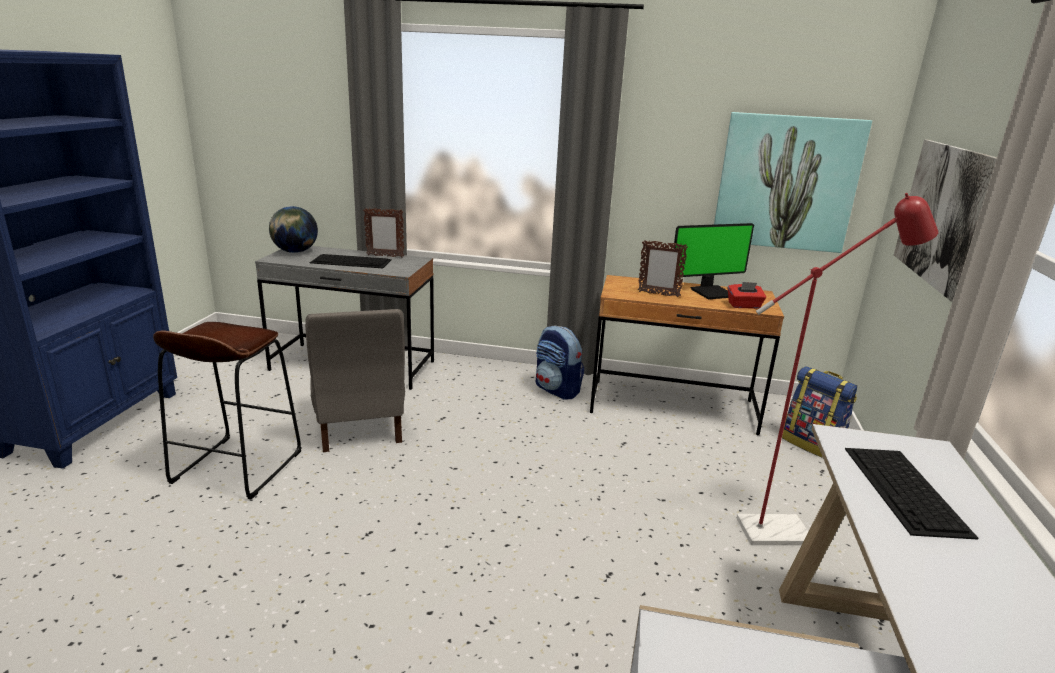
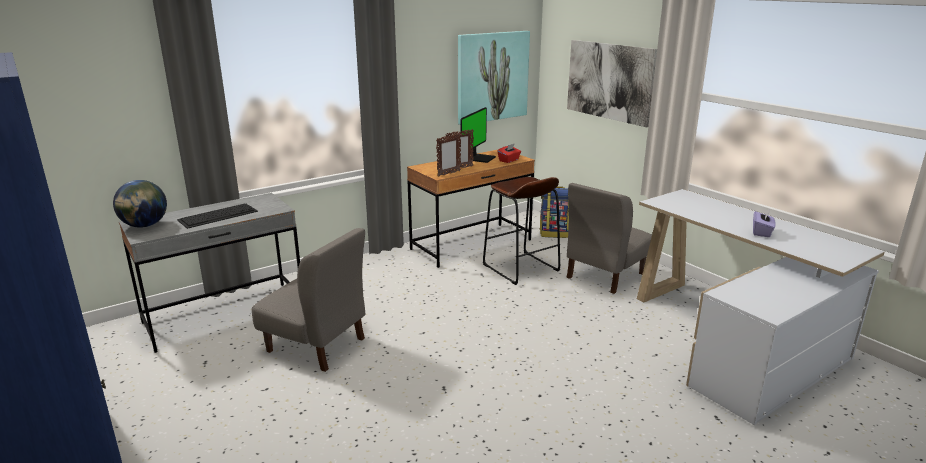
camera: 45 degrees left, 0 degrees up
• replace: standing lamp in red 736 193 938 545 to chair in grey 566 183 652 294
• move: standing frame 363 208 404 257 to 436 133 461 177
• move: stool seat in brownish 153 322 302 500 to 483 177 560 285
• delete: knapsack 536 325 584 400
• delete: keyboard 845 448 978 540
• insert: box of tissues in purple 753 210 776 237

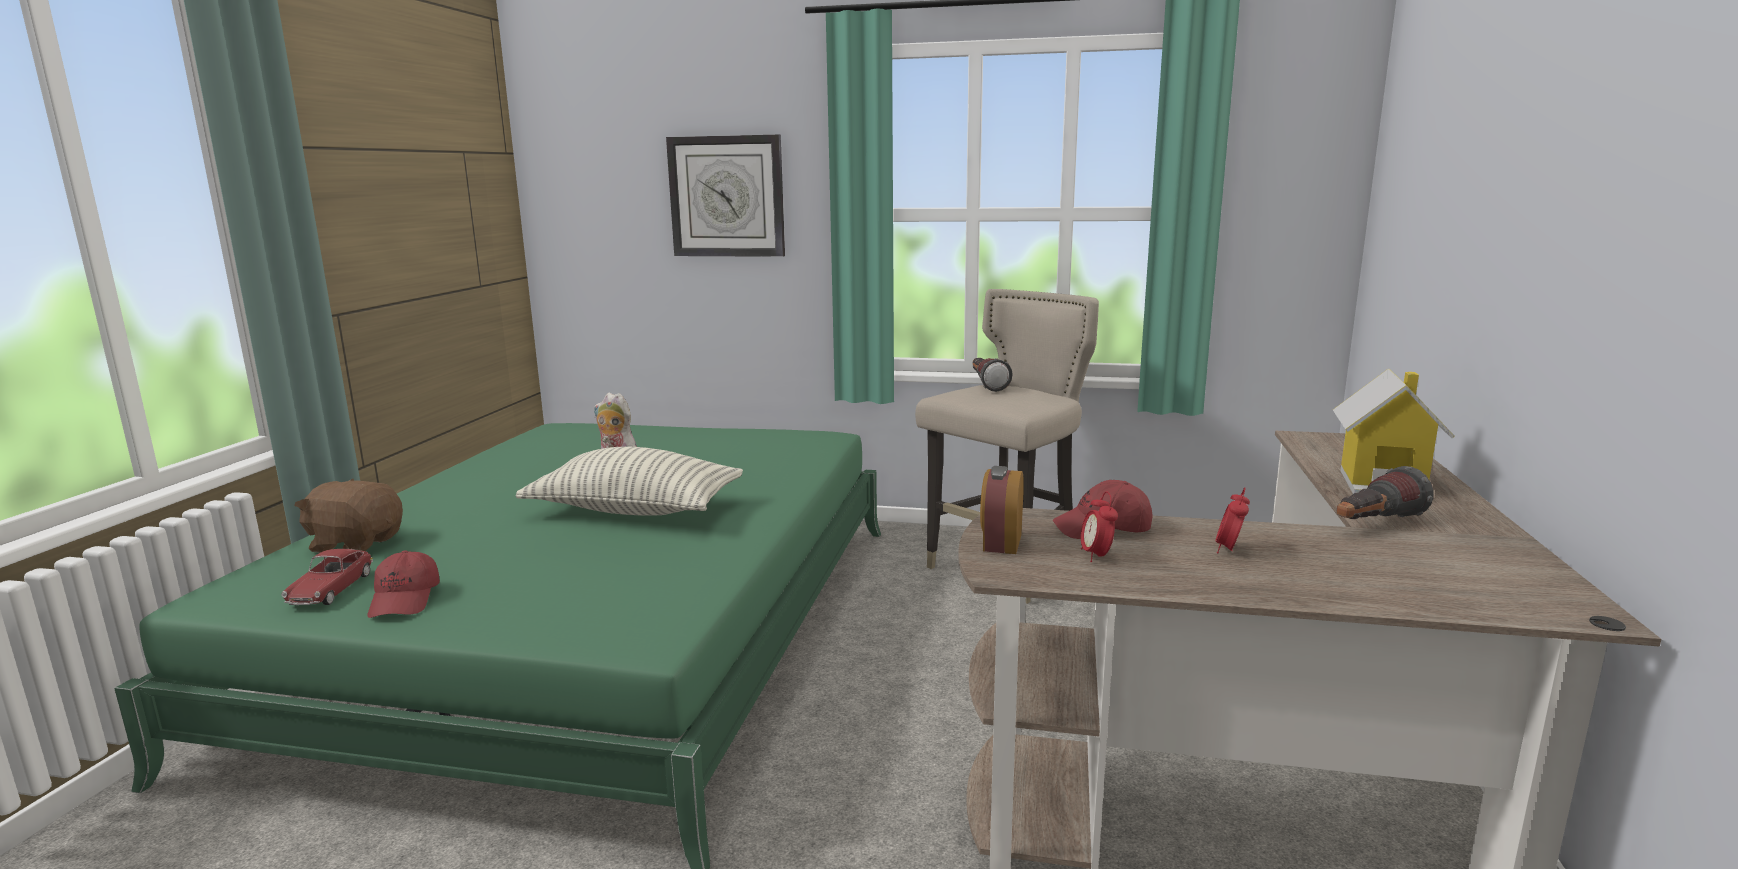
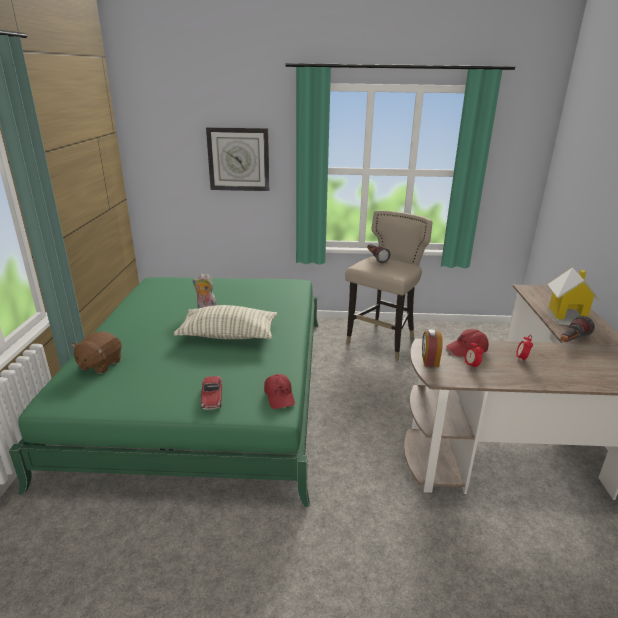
camera: 10 degrees left, 10 degrees up
• rotate: plush toy in brownish 294 479 403 553 = 71 331 122 374 75 degrees counterclockwise
• move: model car 281 549 373 605 to 201 376 223 410
• move: peaked cap in red 367 550 440 618 to 264 374 295 409

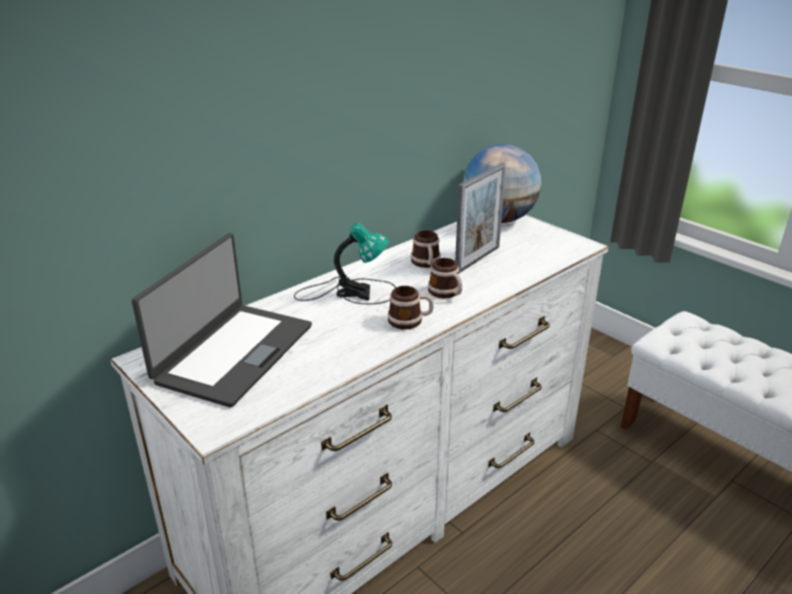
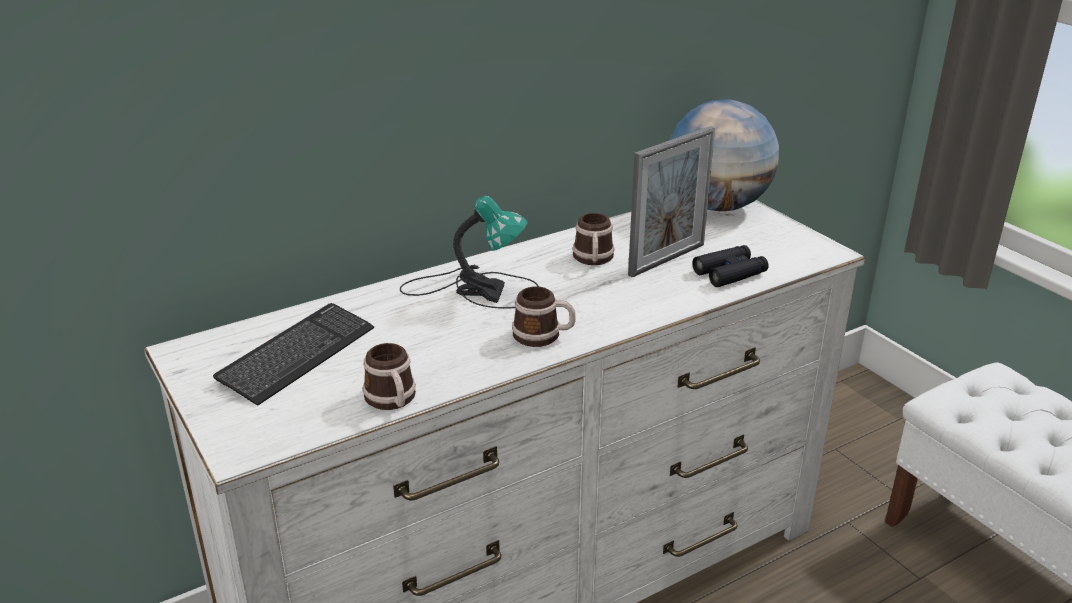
camera: 10 degrees right, 0 degrees up
• replace: laptop 132 233 312 408 to keyboard 213 303 374 406
• move: coffee mug 428 258 462 299 to 363 343 416 410
• insert: pair of binoculars in black 692 245 769 287

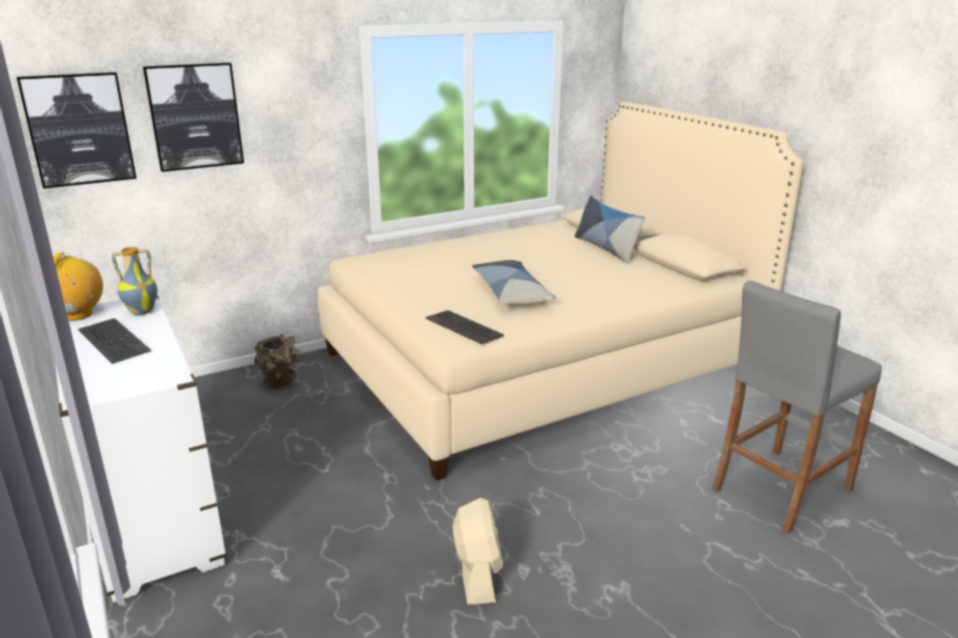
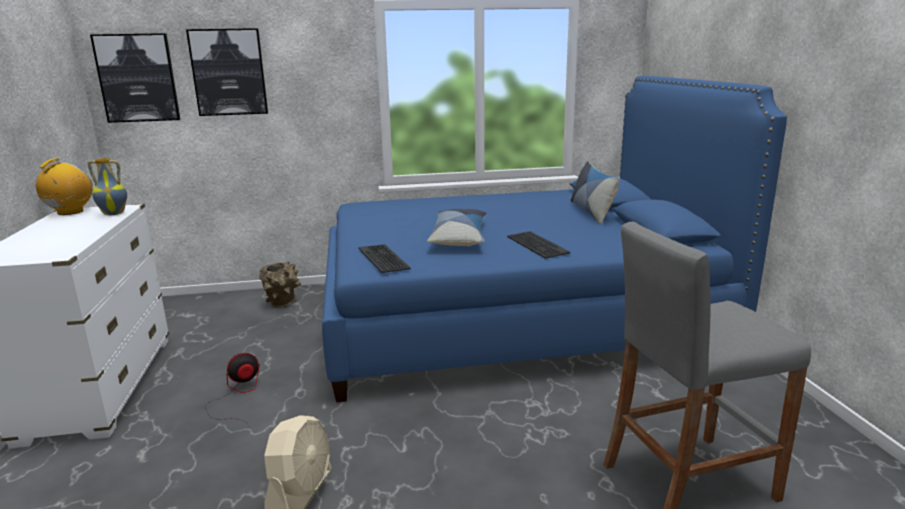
camera: 20 degrees right, 5 degrees down
• recolor: bed in beige-coloured 318 102 804 481 to bed in blue-coloured 322 76 787 402
• move: keyboard 78 318 151 364 to 507 231 570 259
• insert: fan 205 353 260 426

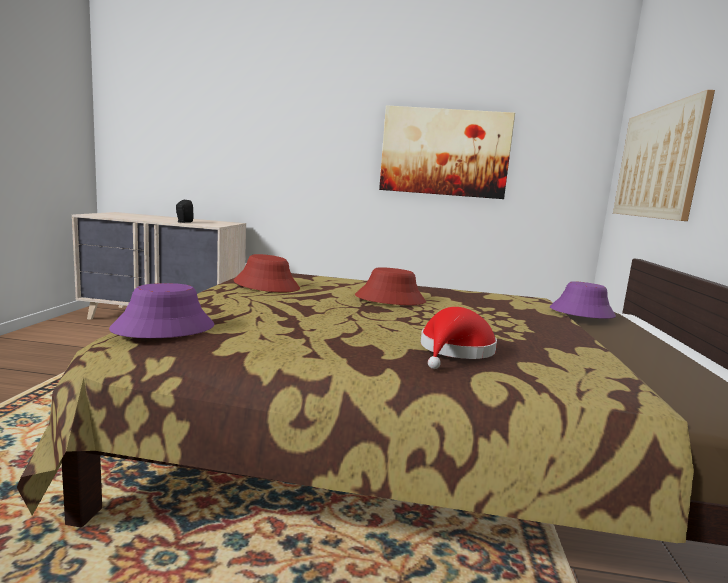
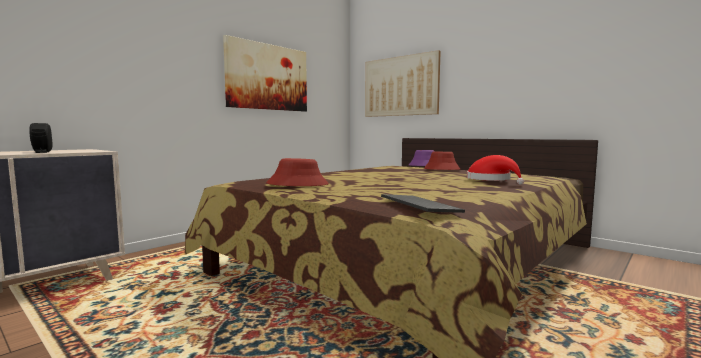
camera: 55 degrees left, 5 degrees down
• move: hat in red 355 267 426 305 to 424 152 460 170
• replace: hat in purple 109 283 214 338 to keyboard 381 194 465 213

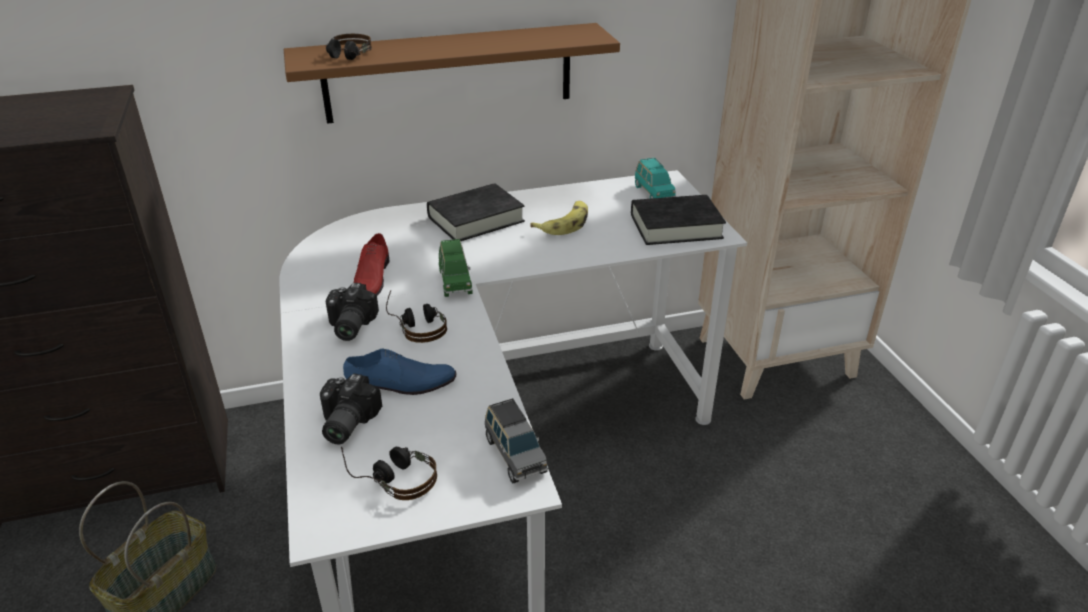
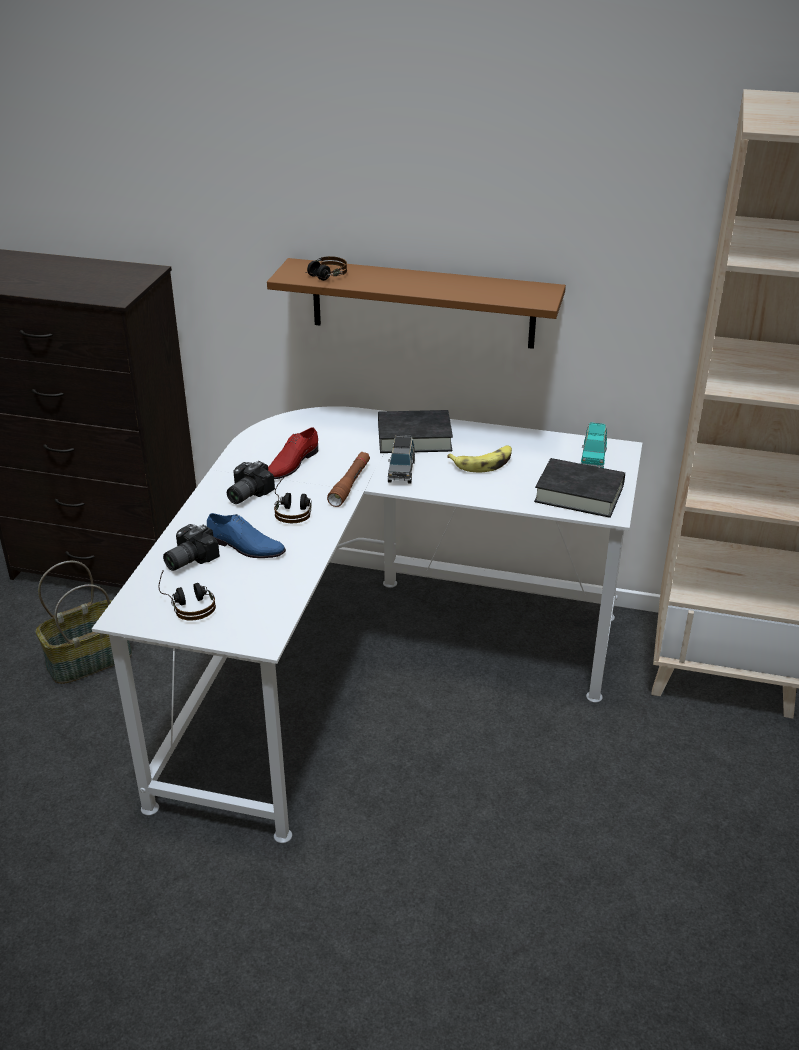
camera: 30 degrees right, 0 degrees up
• replace: model car in green 439 239 473 297 to flashlight in brownish 327 452 370 507
• move: model car in grey 485 398 548 483 to 388 435 415 483

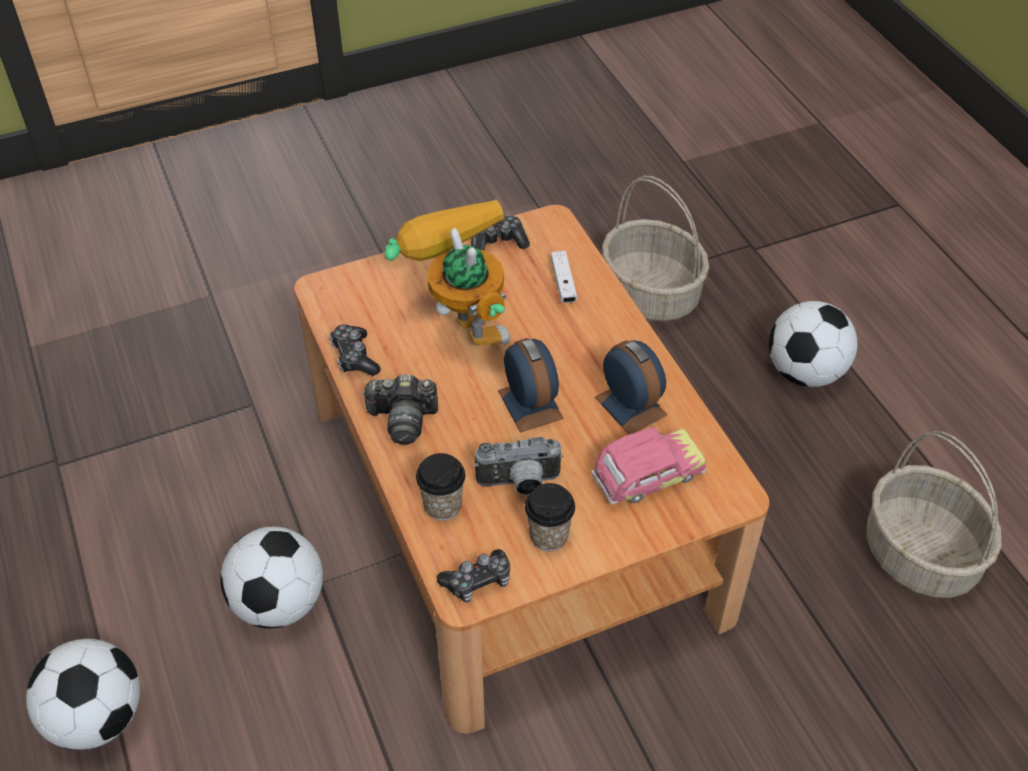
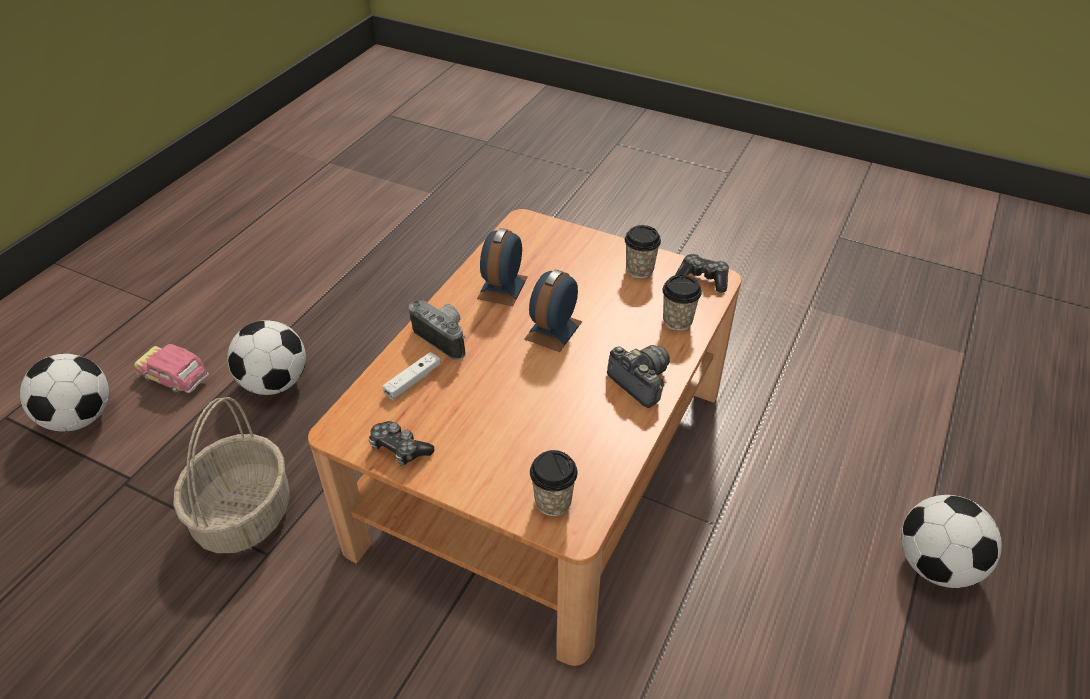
camera: 130 degrees left, 5 degrees down
• delete: robot figure 384 200 510 346
• delete: gamepad 329 324 381 376
• move: model car 591 427 706 504 to 134 344 209 393
• delete: basket 866 431 1002 598
• move: photo camera 475 437 563 495 to 409 300 466 360
• move: ball for football 220 527 323 628 to 20 354 109 432
• insert: small cup 530 450 578 516

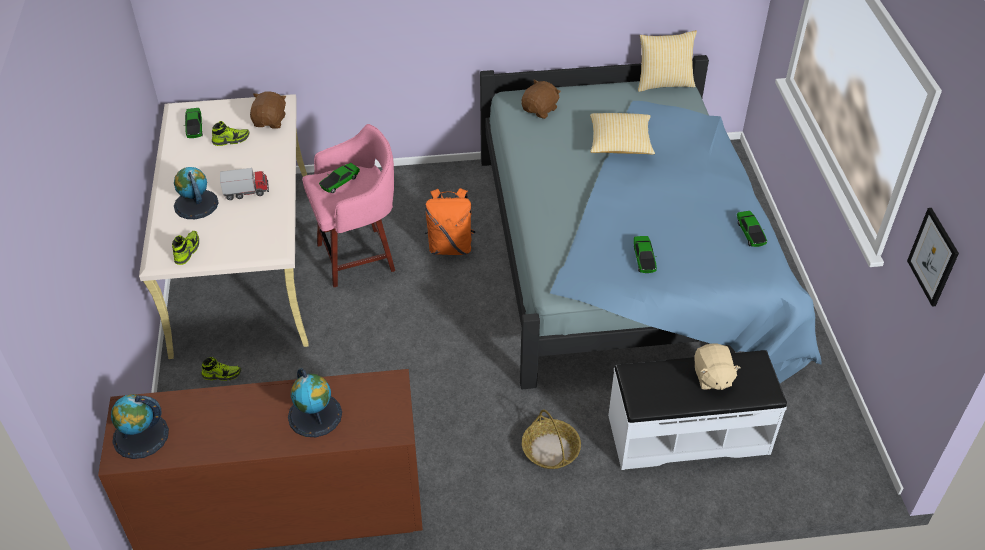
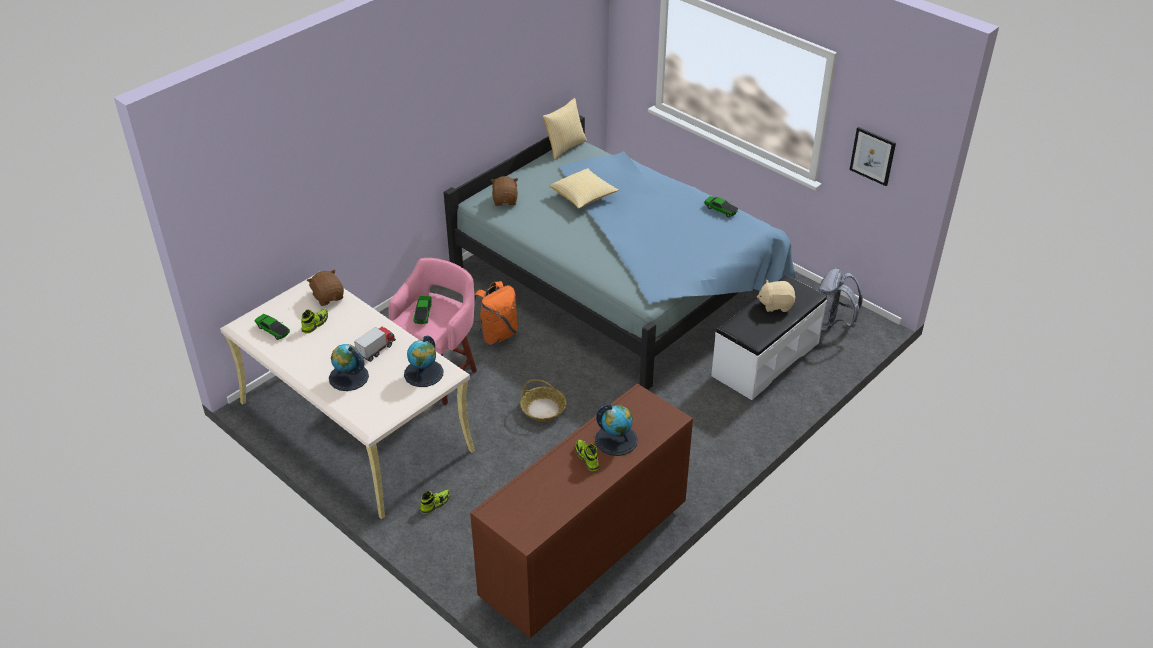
camera: 40 degrees left, 5 degrees down
• move: item of footwear 172 231 199 265 to 575 439 599 471
• delete: model car 634 236 657 273
• rotate: plush toy in beige-coloured 694 344 740 390 = 757 280 795 312 135 degrees clockwise
• move: globe 111 394 169 459 to 404 336 444 387
• move: basket 522 409 581 469 to 520 379 566 422
• insert: knapsack in grey 817 268 863 332

